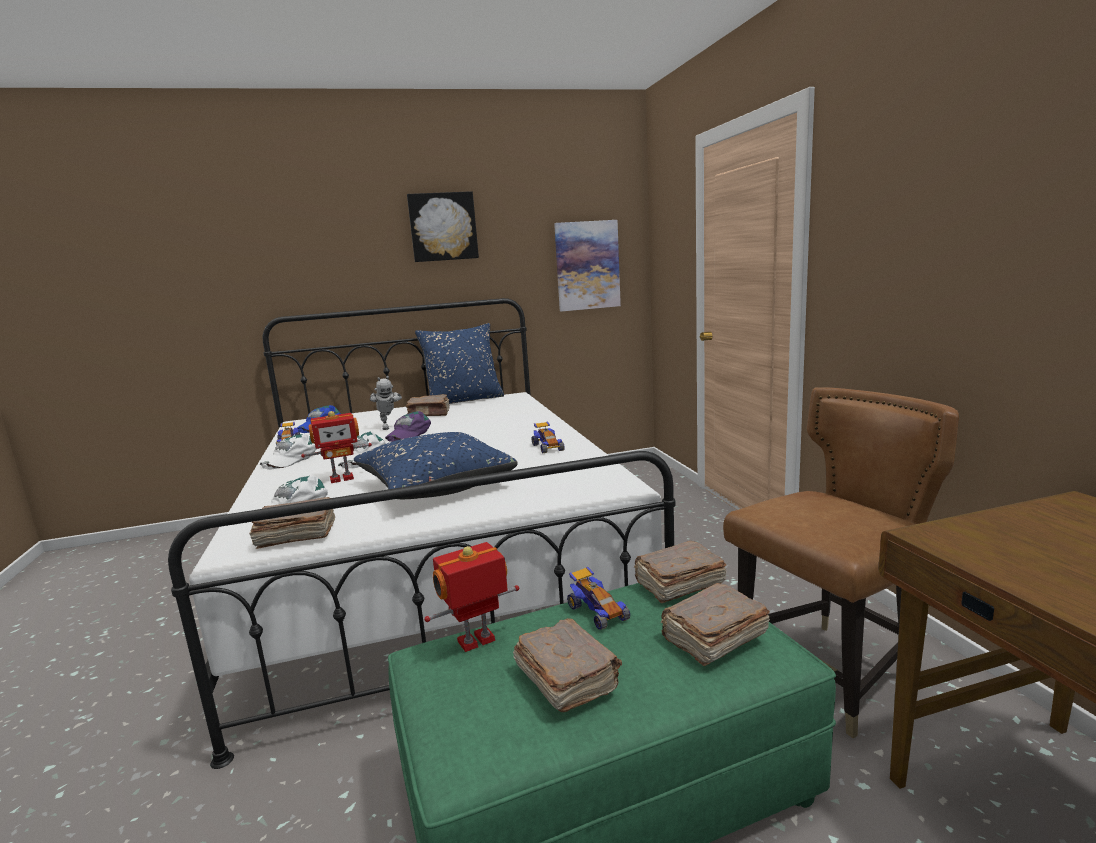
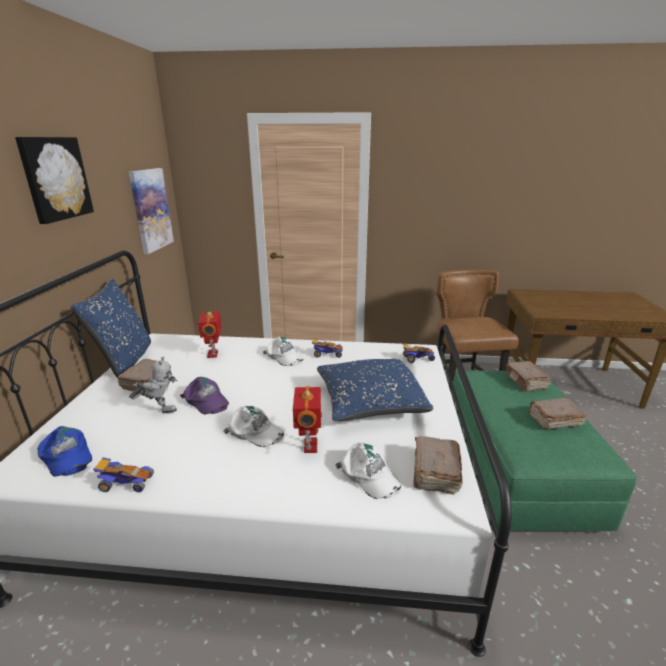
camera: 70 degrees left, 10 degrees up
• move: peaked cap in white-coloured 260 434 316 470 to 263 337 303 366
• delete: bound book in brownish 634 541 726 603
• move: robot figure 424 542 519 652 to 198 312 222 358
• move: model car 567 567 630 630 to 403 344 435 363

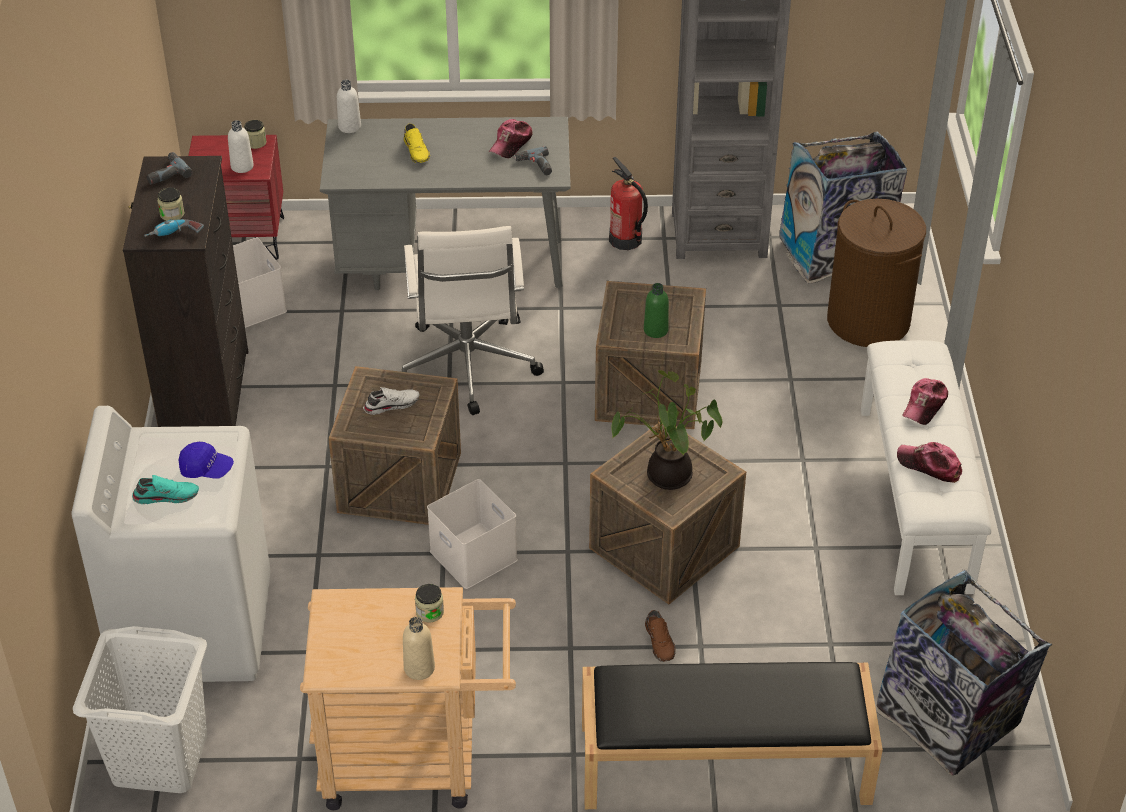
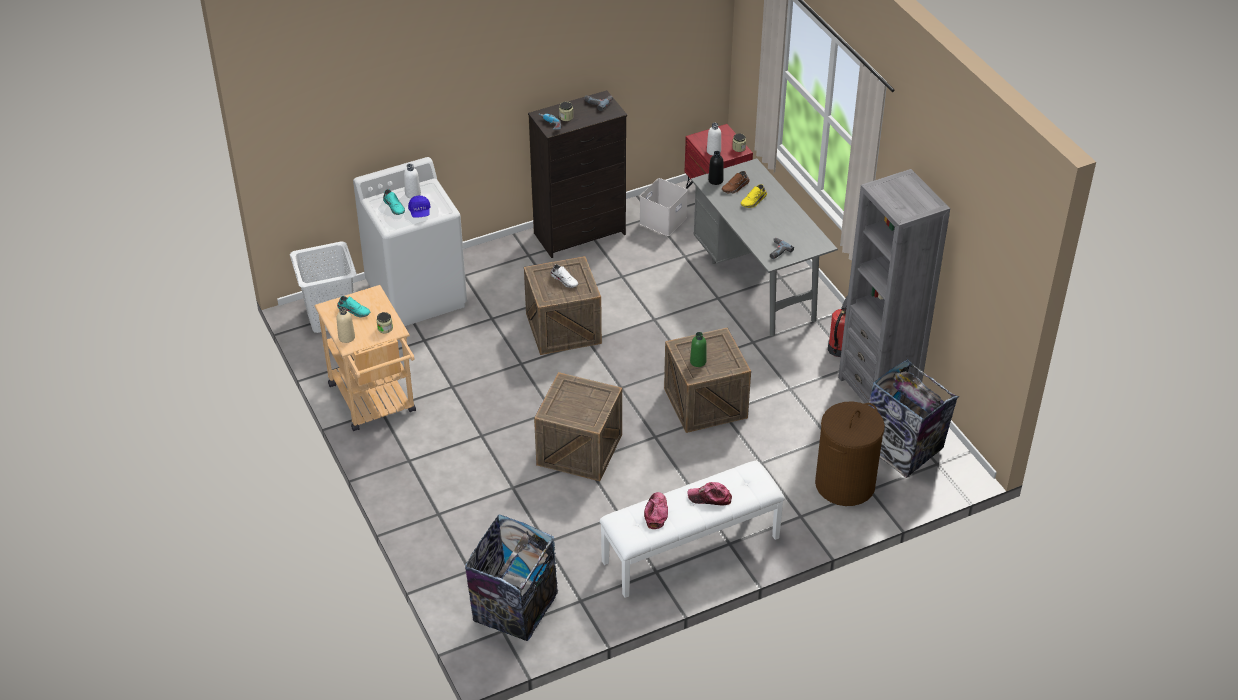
camera: 65 degrees right, 0 degrees up
• move: beverage bottle in white-coloured 337 80 361 133 to 404 163 421 198
• delete: peaked cap 489 119 533 158
• delete: desk chair in white-coloured 402 226 544 415
• delete: houseplant 611 370 723 490
• delete: storage box in white-coloured 427 479 517 589
• move: item of footwear in brownish 645 610 676 662 to 722 171 750 194
• delete: long seat in black 582 662 883 809
• insert: beverage bottle in black 708 151 724 185
• insert: item of footwear in turquoise 337 296 370 317

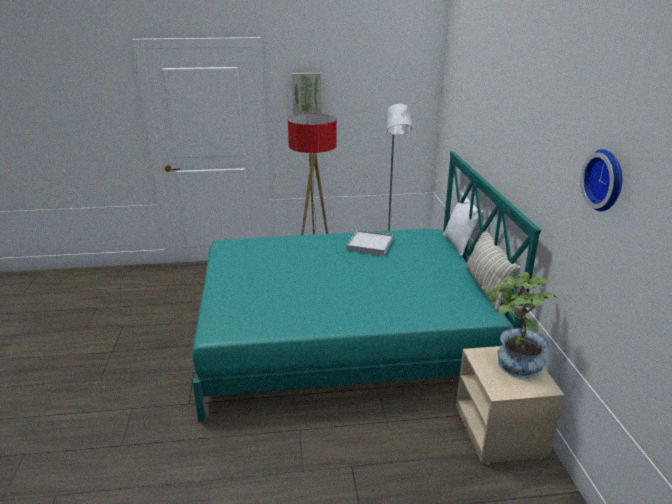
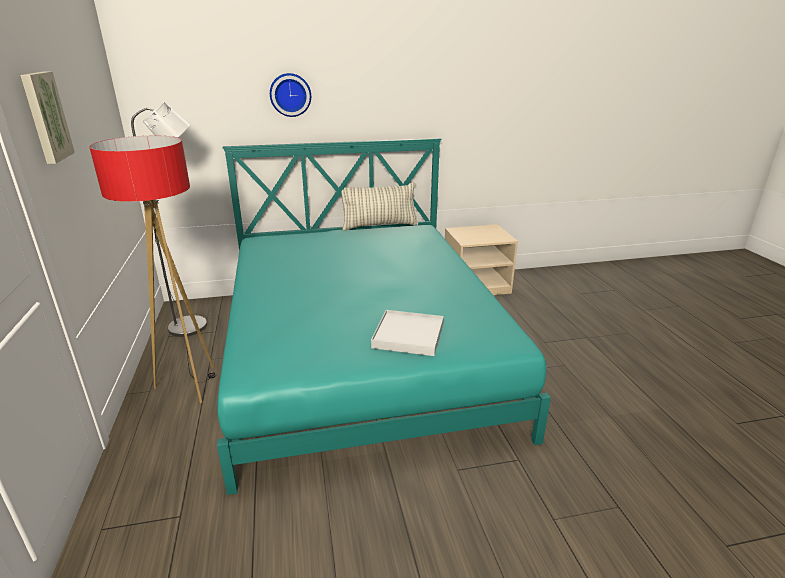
camera: 95 degrees left, 0 degrees up
• move: hanging clock 581 149 622 211 to 270 73 311 117
• delete: pillow in white-coloured 443 192 483 256
• move: serving tray in white-coloured 346 230 393 256 to 371 310 444 356
• delete: houseplant 481 272 558 379

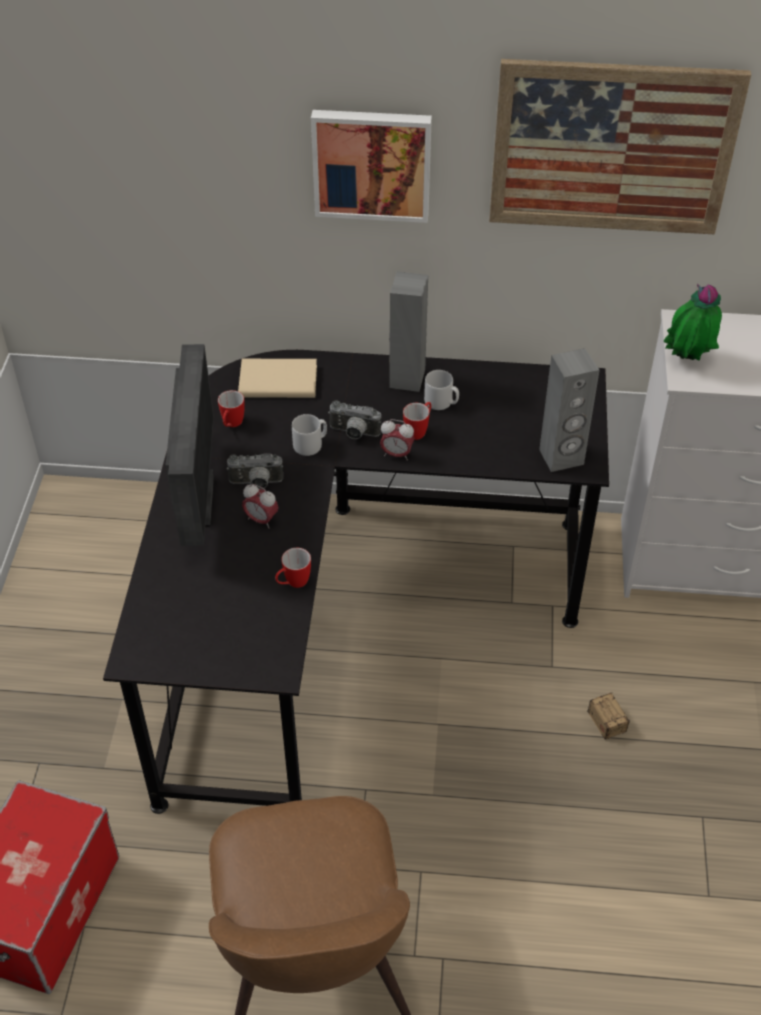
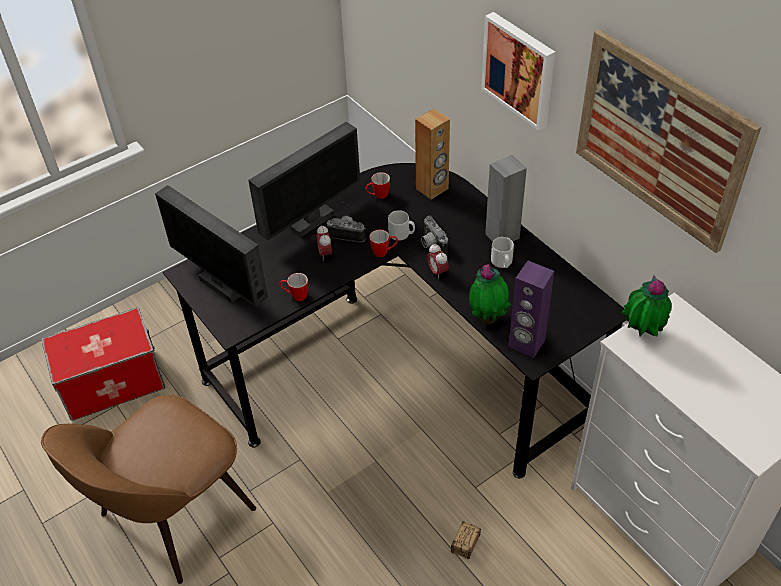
camera: 50 degrees right, 0 degrees up
• recolor: loudspeaker in grey 539 348 600 472 to loudspeaker in purple 508 261 554 358
• replace: bound book in beige-coloured 238 359 317 398 to loudspeaker in brownish 415 109 450 199
• move: coffee mug 403 402 431 440 to 369 229 398 257
• rotate: photo camera 226 453 283 489 = 327 216 366 243 150 degrees clockwise
• insert: computer display 155 185 268 307
• insert: houseplant 469 264 511 324

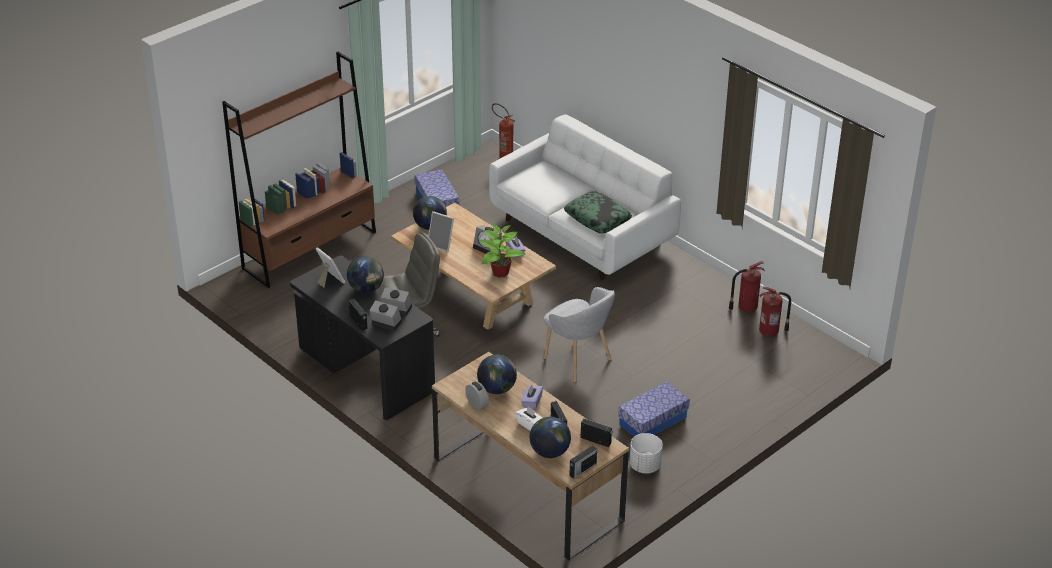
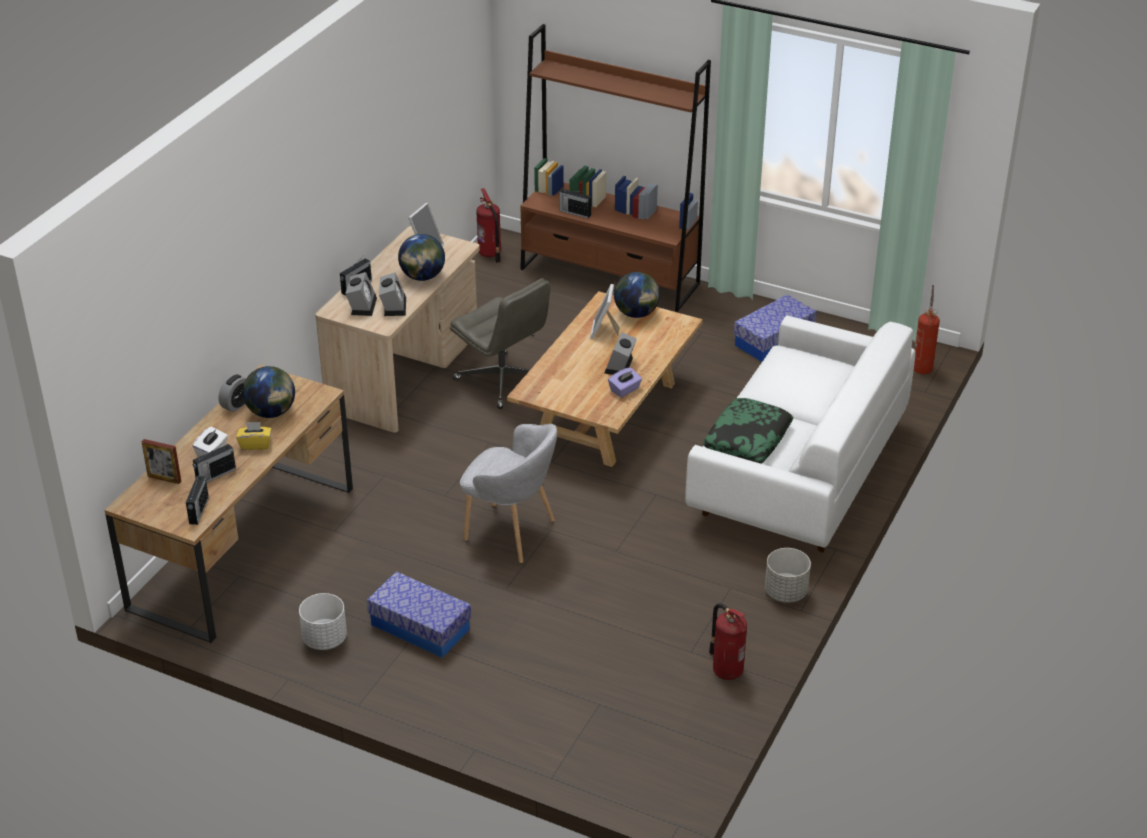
camera: 70 degrees right, 0 degrees up
• delete: houseplant 479 224 526 278
• recolor: desk in black 290 256 435 420 to desk in beige-coloured 315 226 480 433
• move: extinguisher 759 286 791 337 to 476 188 501 263
• rotate: easy chair in grey 544 287 615 383 = 460 424 557 564 90 degrees counterclockwise
• recolor: box of tissues in purple 521 384 543 410 to box of tissues in yellow 236 422 272 450
• replace: globe 530 417 571 458 to standing frame 142 439 181 484
• move: radio set 569 446 597 479 to 559 189 591 218
• insert: planter in grey 765 548 811 603

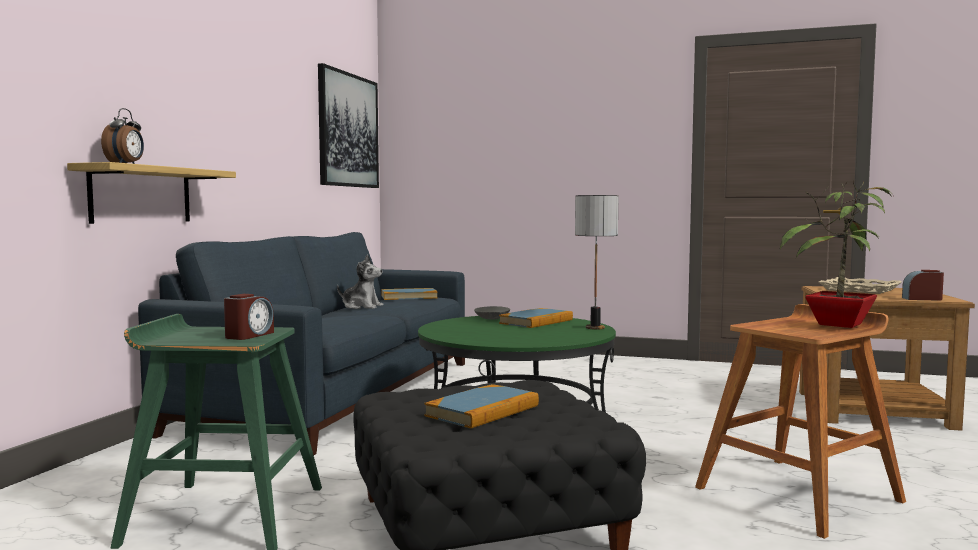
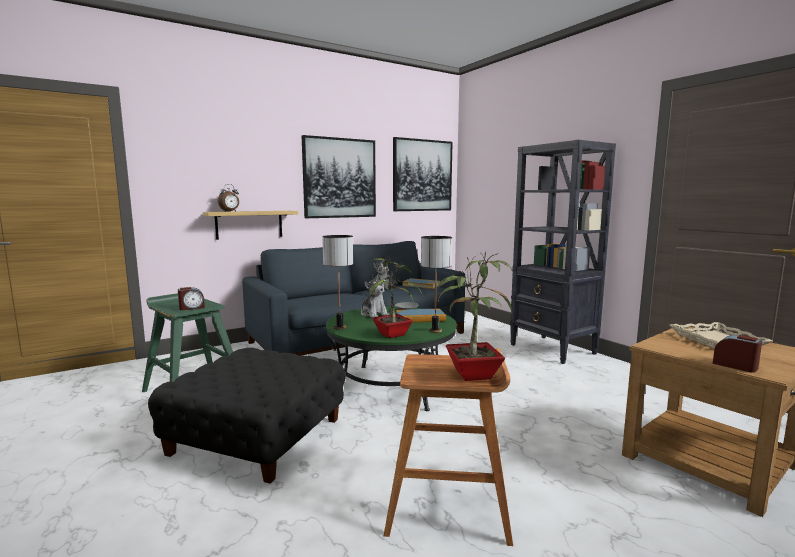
camera: 40 degrees right, 5 degrees up
• delete: bound book 424 384 539 429
• insert: wall picture 302 135 376 218
• insert: bookcase in black 510 140 616 364
• insert: tabletop lamp 322 235 353 330
• insert: houseplant 370 256 423 338
• insert: plush toy 361 275 389 318

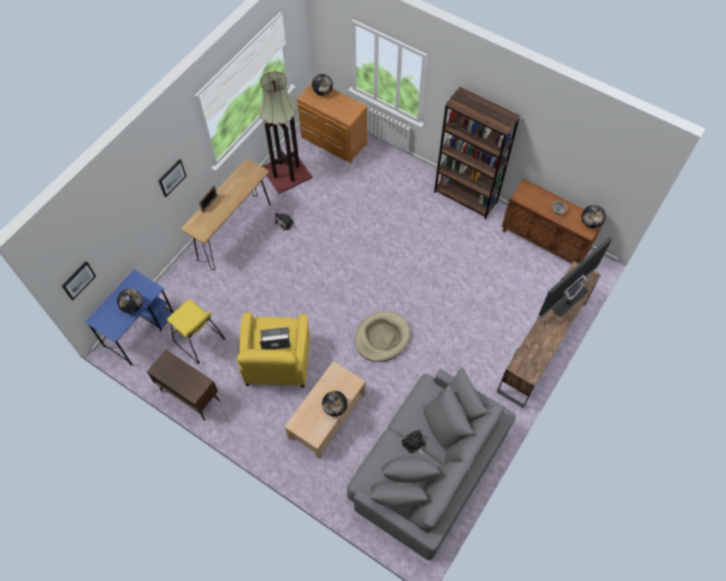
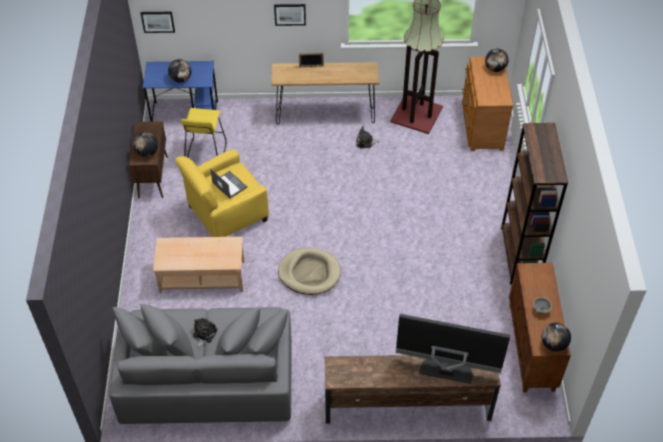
camera: 55 degrees right, 10 degrees down
• move: globe 322 391 348 417 to 133 132 158 157

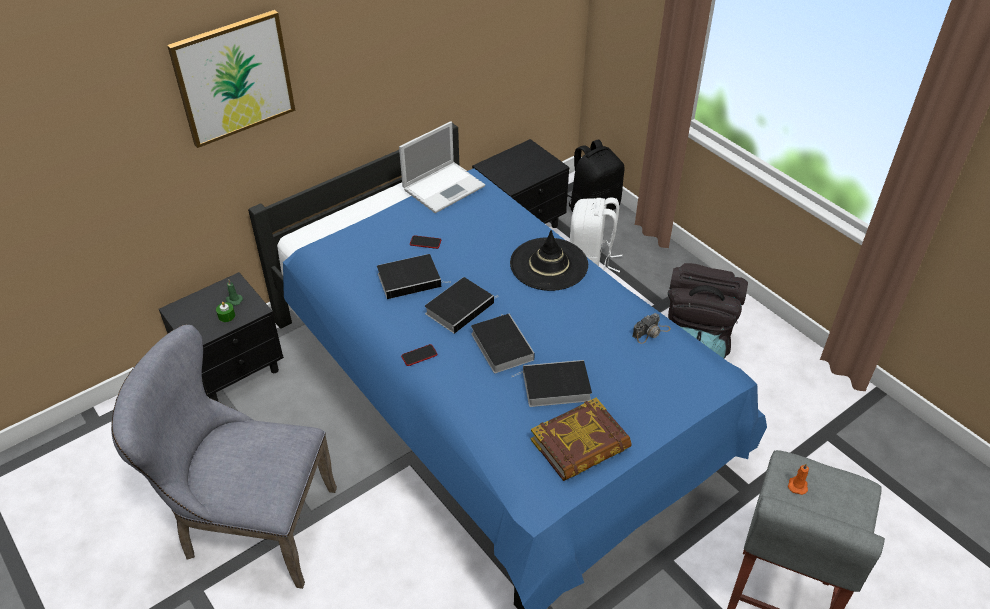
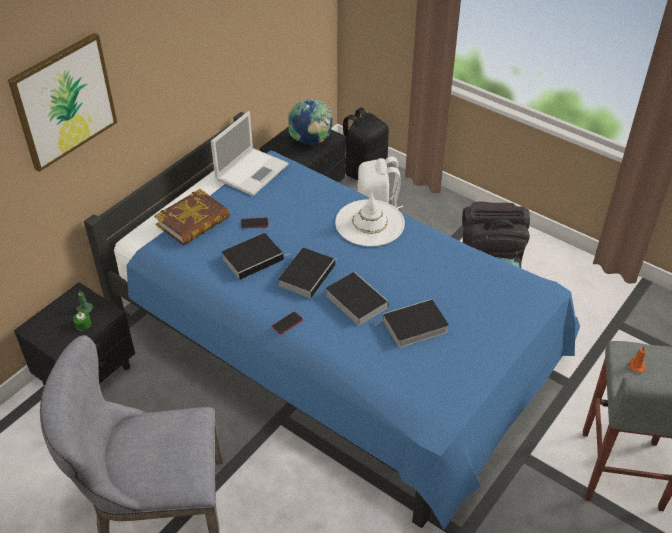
camera: 15 degrees left, 0 degrees up
• recolor: hat in black 510 230 588 291 to hat in white-coloured 335 192 405 246
• delete: photo camera 632 313 671 344
• move: bound book 530 398 632 481 to 154 189 230 246
• insert: globe 288 99 333 145

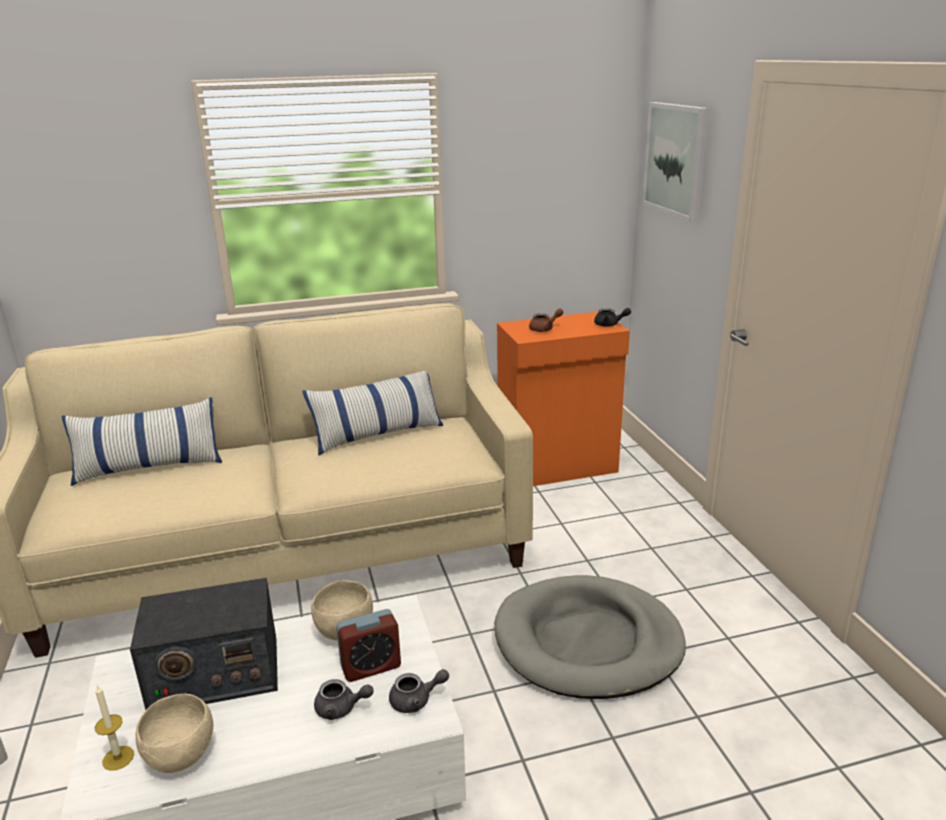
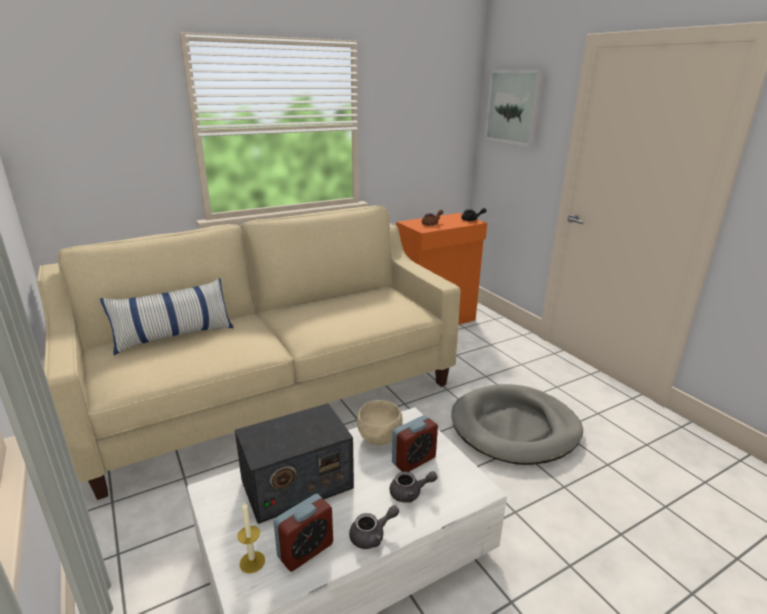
camera: 15 degrees left, 0 degrees up
• delete: pillow 302 371 443 455
• move: teapot in grey 389 669 449 713 to 349 505 399 549
• replace: deep dish in beige-coloured 136 694 213 773 to alarm clock 274 494 333 572

